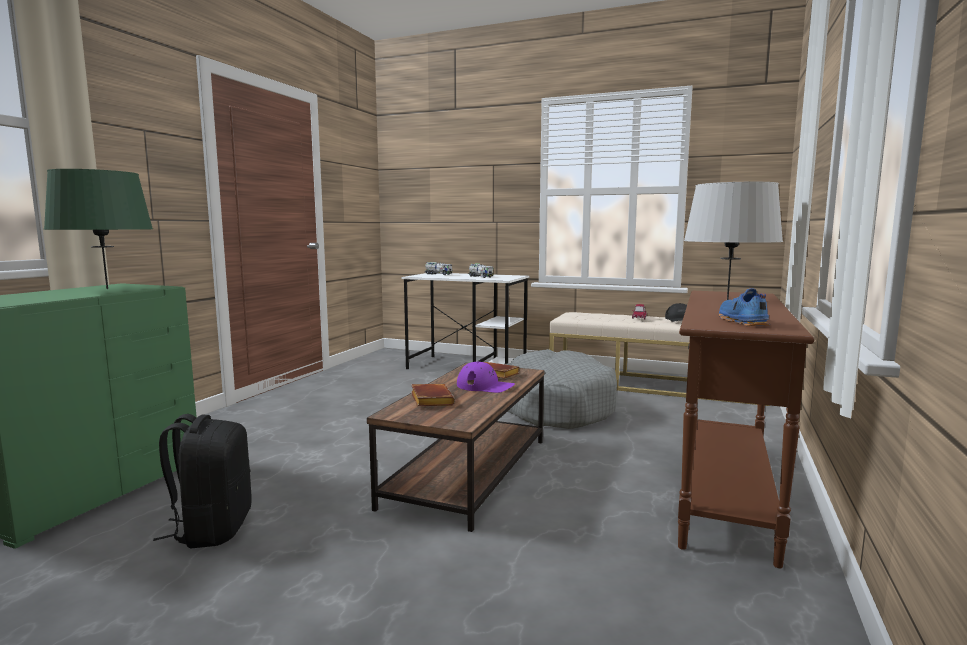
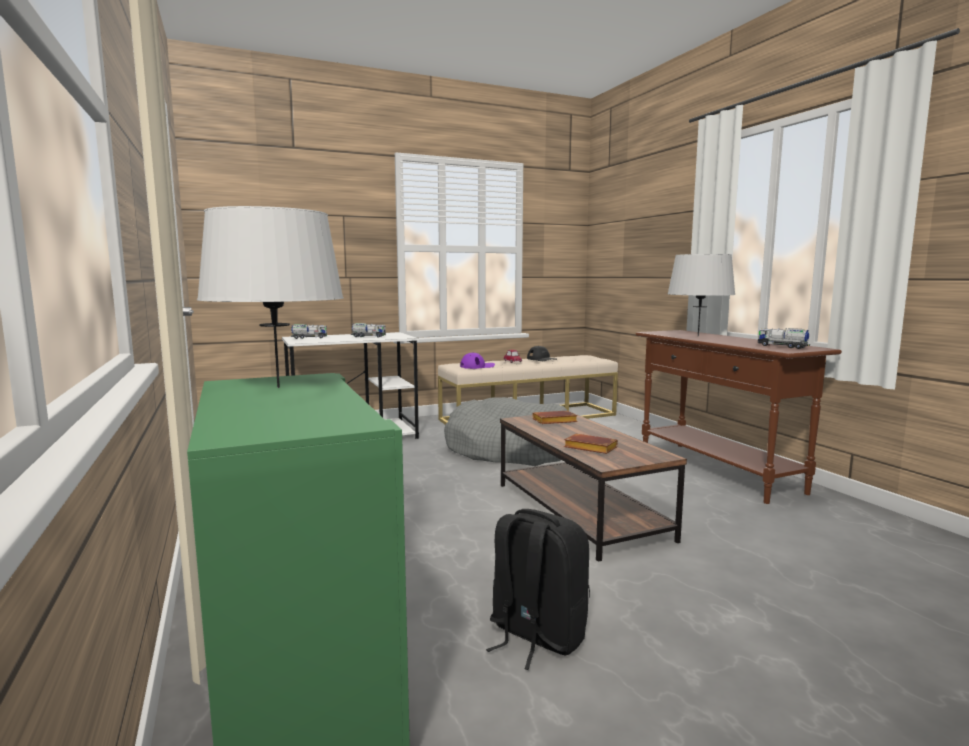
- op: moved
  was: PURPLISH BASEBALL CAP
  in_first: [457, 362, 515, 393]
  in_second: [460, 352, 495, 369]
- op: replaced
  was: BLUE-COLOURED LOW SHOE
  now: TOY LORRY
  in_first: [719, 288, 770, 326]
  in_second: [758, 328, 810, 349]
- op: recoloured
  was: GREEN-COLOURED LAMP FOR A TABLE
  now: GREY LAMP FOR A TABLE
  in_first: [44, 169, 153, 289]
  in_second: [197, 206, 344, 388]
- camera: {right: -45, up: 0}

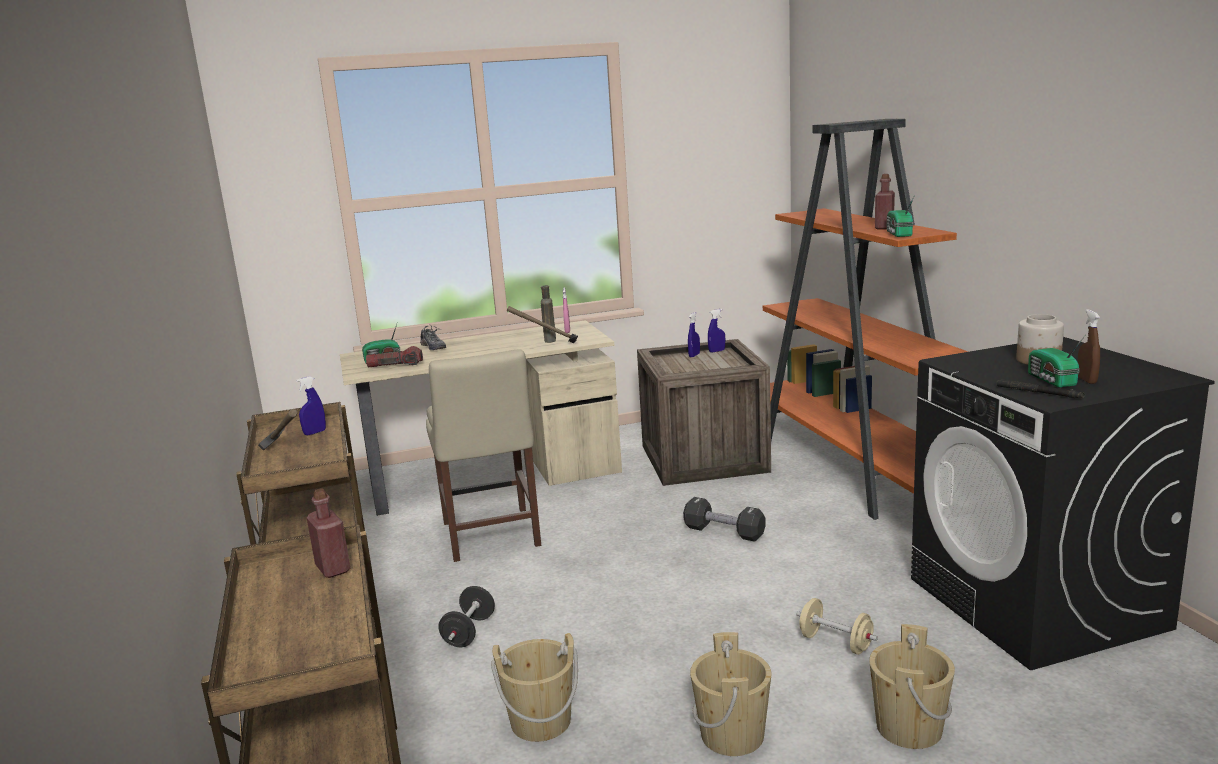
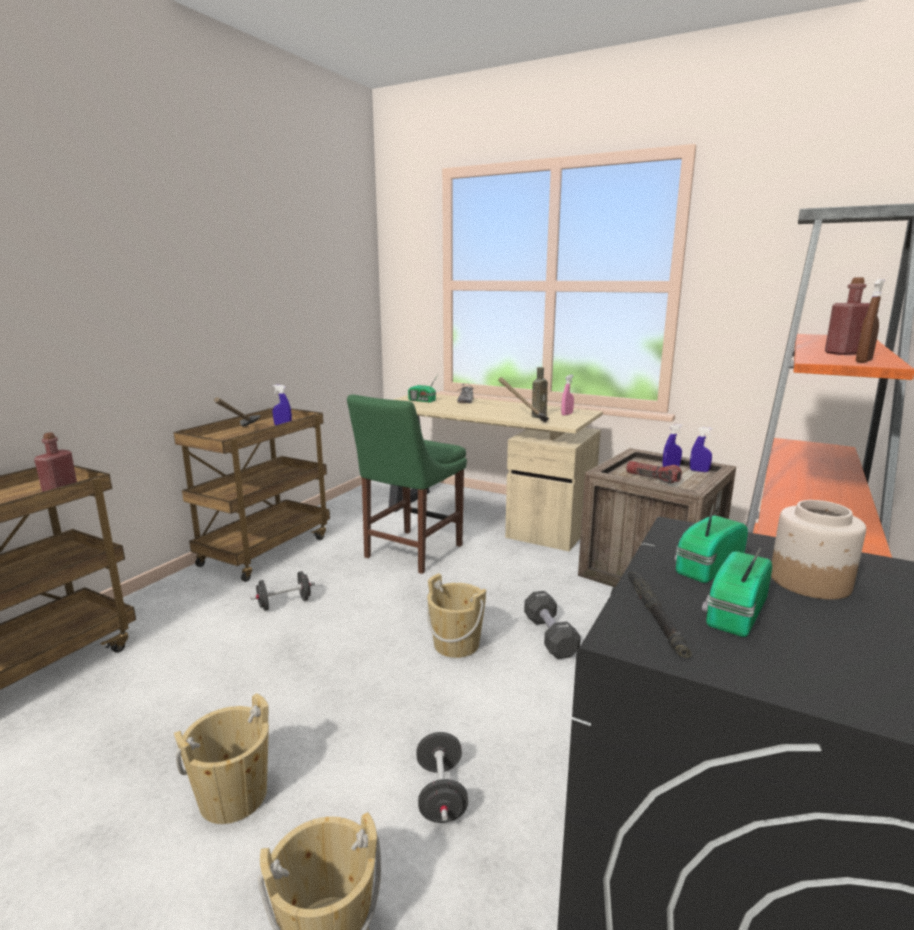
- op: moved
  was: FLASHLIGHT
  in_first: [366, 346, 423, 367]
  in_second: [626, 461, 682, 484]
- op: moved
  was: BEIGE WATER BUCKET
  in_first: [491, 633, 578, 742]
  in_second: [427, 573, 486, 658]
- op: moved
  was: RADIO RECEIVER
  in_first: [887, 195, 915, 237]
  in_second: [675, 504, 748, 583]
- op: moved
  was: BROWN-COLOURED HAND SPRAYER
  in_first: [1077, 309, 1100, 384]
  in_second: [856, 279, 885, 363]
- op: recoloured
  was: BEIGE CHAIR
  now: GREEN-COLOURED CHAIR
  in_first: [426, 349, 541, 562]
  in_second: [347, 394, 467, 574]
- op: recoloured
  was: BEIGE DUMBBELL
  now: BLACK DUMBBELL
  in_first: [797, 598, 878, 655]
  in_second: [416, 732, 468, 823]
- camera: {right: 45, up: 0}

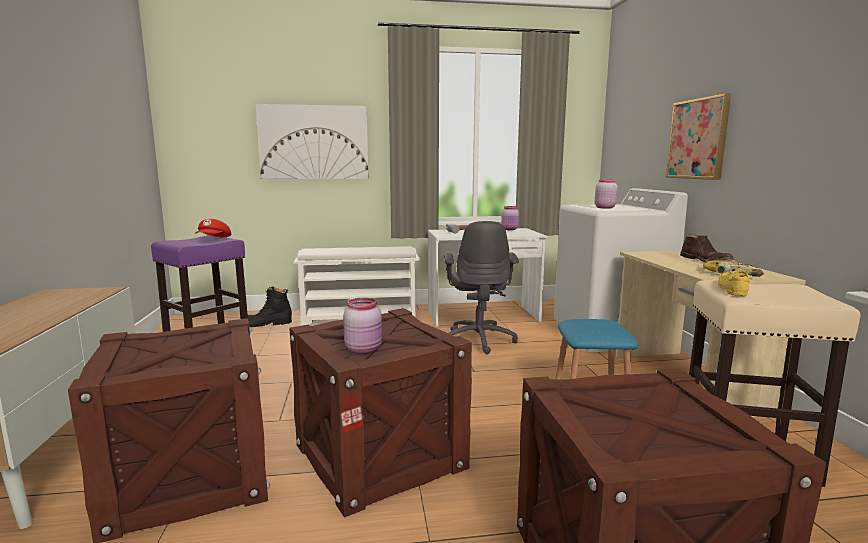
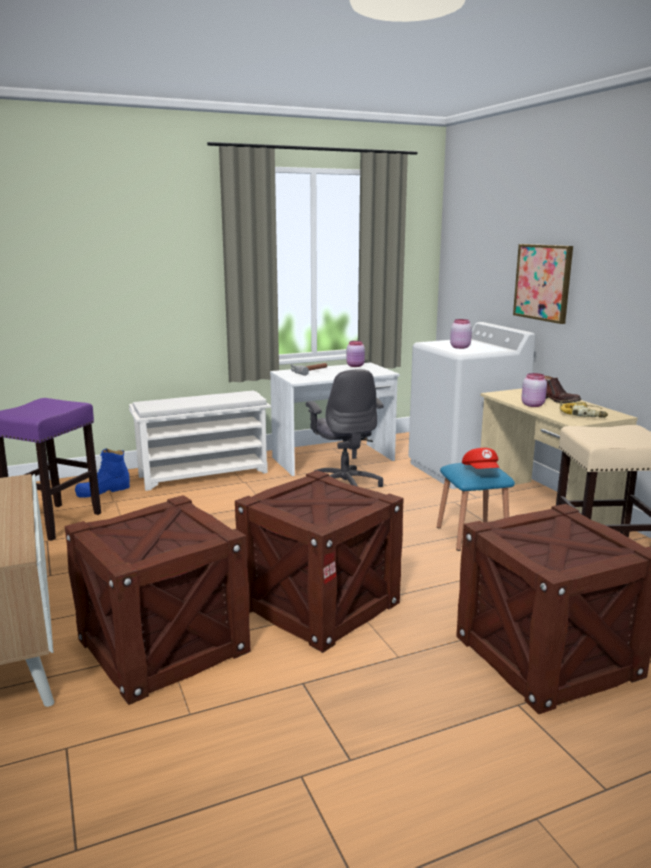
- op: removed
  was: WALL PICTURE
  in_first: [255, 104, 369, 179]
- op: removed
  was: YELLOW-COLOURED LOW SHOE
  in_first: [718, 263, 758, 296]
- op: moved
  was: RED BASEBALL CAP
  in_first: [196, 219, 231, 238]
  in_second: [462, 448, 499, 469]
- op: moved
  was: PINK-COLOURED STORAGE JAR
  in_first: [343, 298, 382, 354]
  in_second: [521, 373, 547, 407]
- op: recoloured
  was: BLACK BOOT
  now: BLUE-COLOURED BOOT
  in_first: [248, 287, 292, 327]
  in_second: [75, 448, 130, 498]
- camera: {right: -15, up: 5}

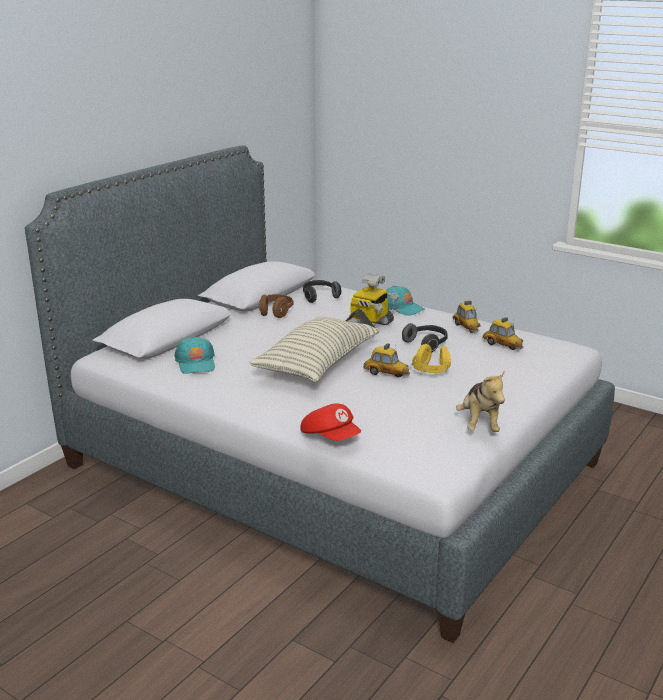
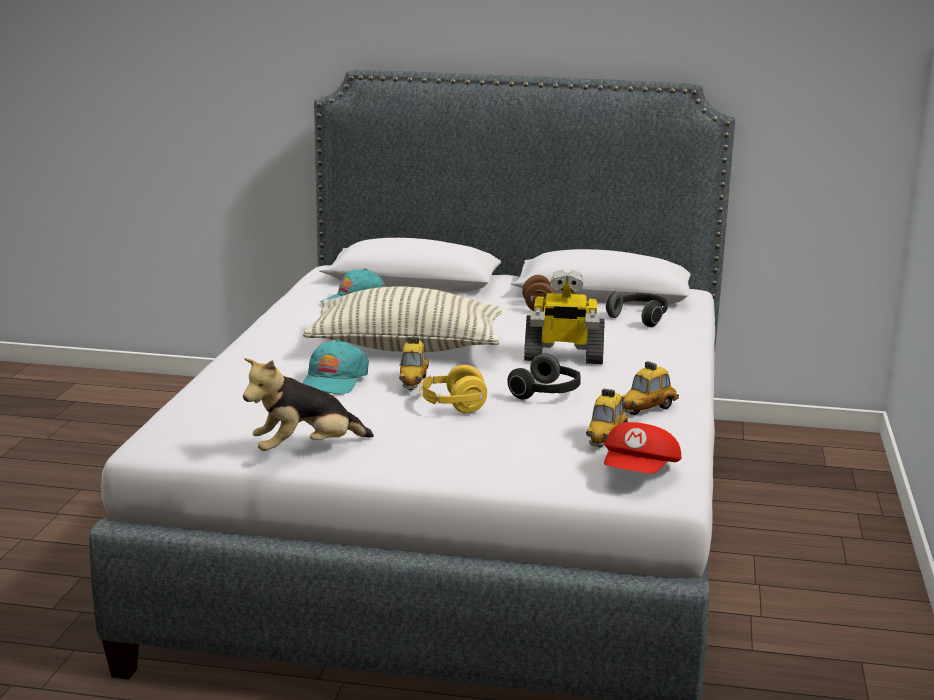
- op: moved
  was: RED BASEBALL CAP
  in_first: [300, 403, 361, 441]
  in_second: [604, 422, 681, 473]
- op: moved
  was: BLUE-GREEN BASEBALL CAP
  in_first: [387, 286, 425, 316]
  in_second: [303, 339, 369, 394]
- camera: {right: 65, up: -5}

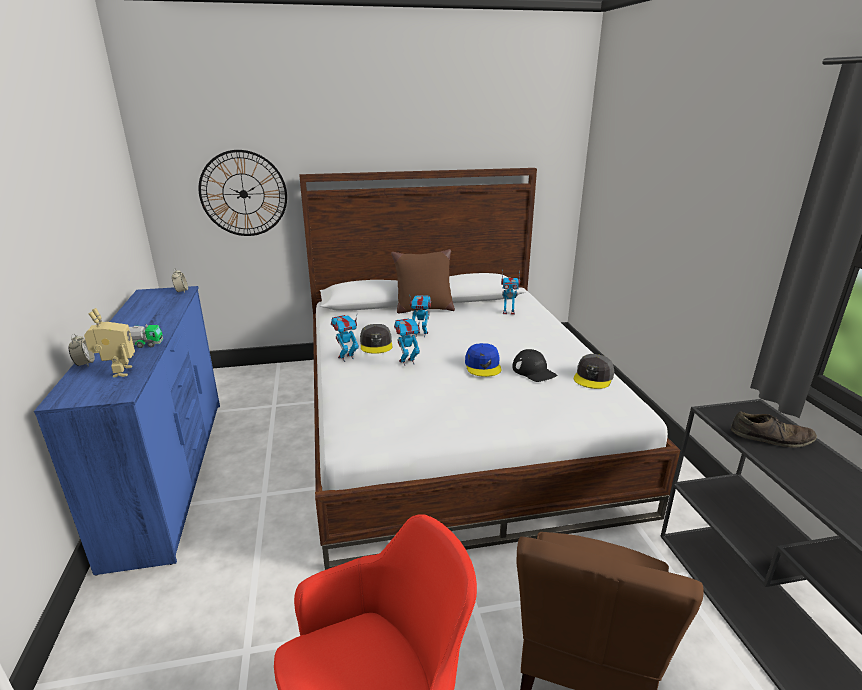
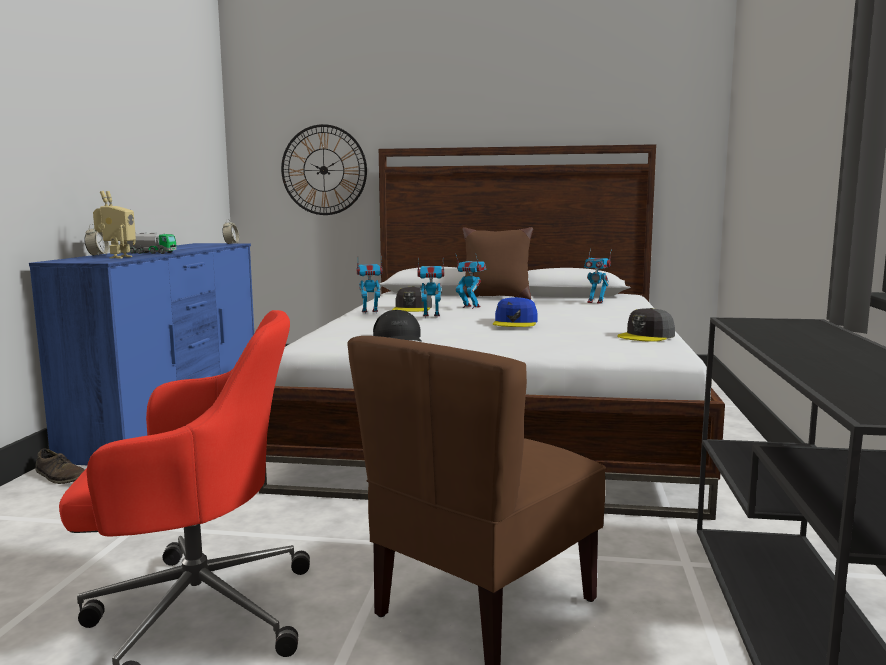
- op: moved
  was: BLACK BASEBALL CAP
  in_first: [512, 349, 557, 382]
  in_second: [373, 310, 422, 342]
- op: moved
  was: BROWN-COLOURED LOW SHOE
  in_first: [731, 411, 817, 448]
  in_second: [36, 448, 85, 484]
- camera: {right: 20, up: -15}

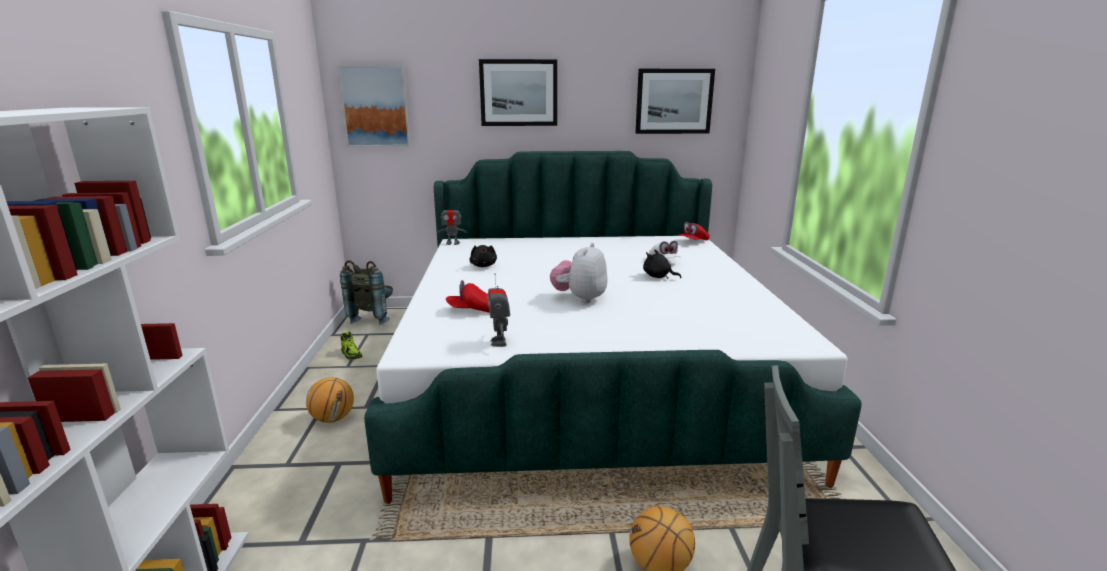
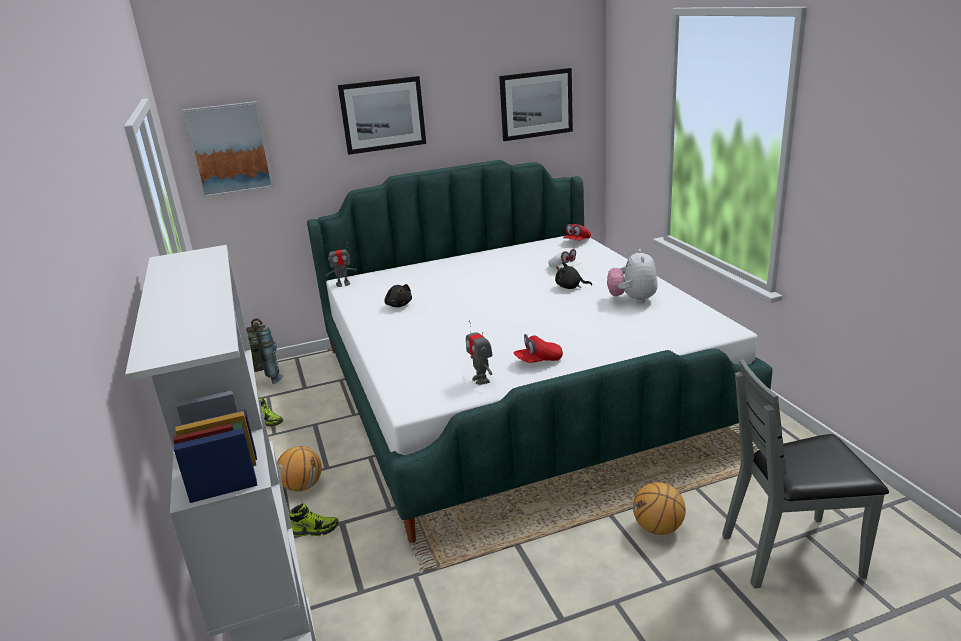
- op: added
  now: LOW SHOE
  in_second: [290, 503, 338, 536]
- op: moved
  was: RED BASEBALL CAP
  in_first: [446, 280, 489, 312]
  in_second: [514, 334, 563, 363]
- op: moved
  was: SOFT TOY
  in_first: [550, 243, 608, 303]
  in_second: [607, 249, 658, 303]
- camera: {right: -15, up: 5}

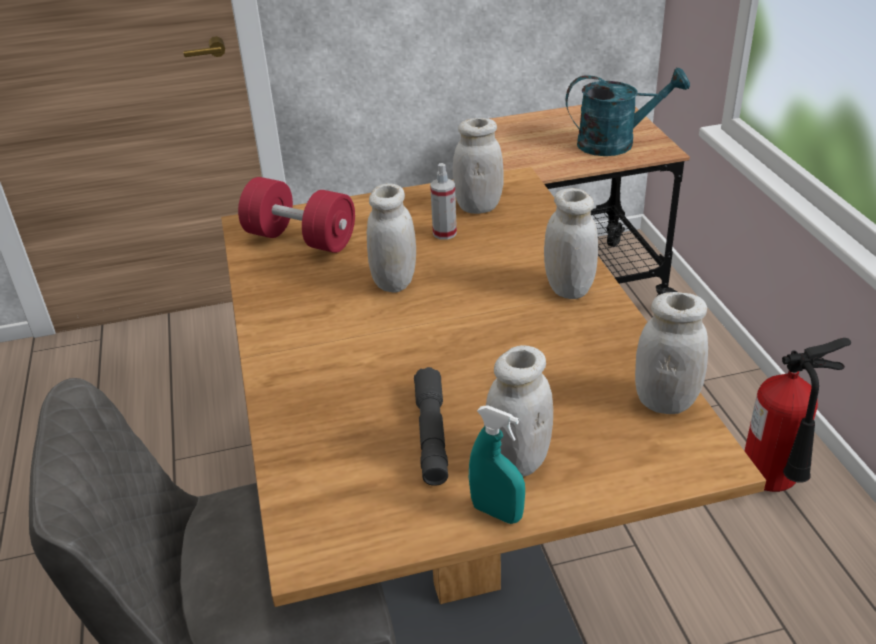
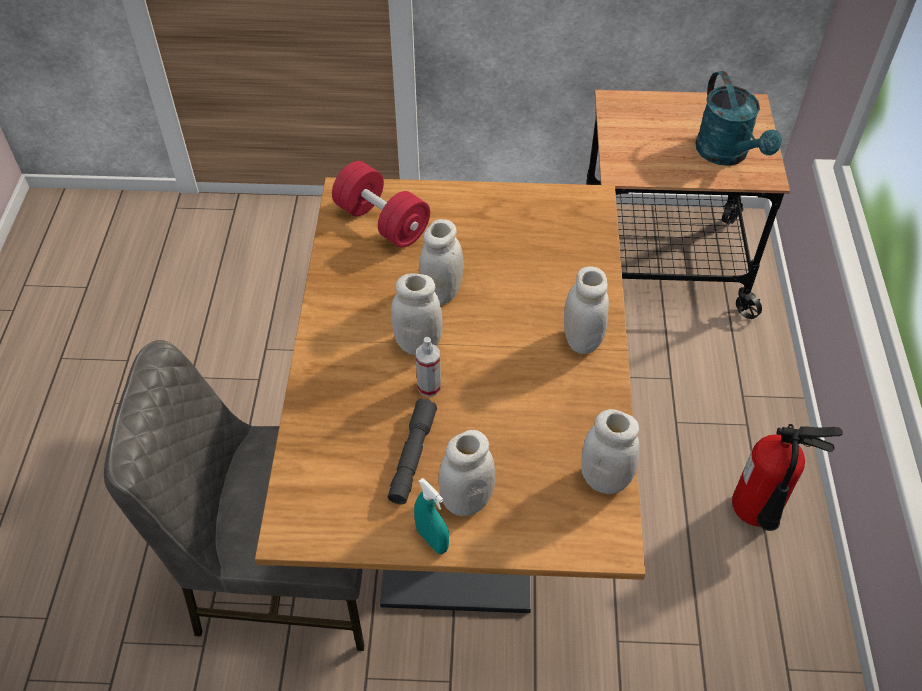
- op: moved
  was: HAND SPRAYER
  in_first: [430, 163, 457, 240]
  in_second: [416, 337, 441, 397]
- op: moved
  was: WHITE-COLOURED STORAGE JAR
  in_first: [453, 118, 504, 214]
  in_second: [391, 273, 443, 355]
- op: turned
  was: BLUE-GREEN WATERING CAN
  in_first: [566, 68, 690, 156]
  in_second: [695, 71, 782, 166]
  clockwise: 60
- camera: {right: 15, up: 15}

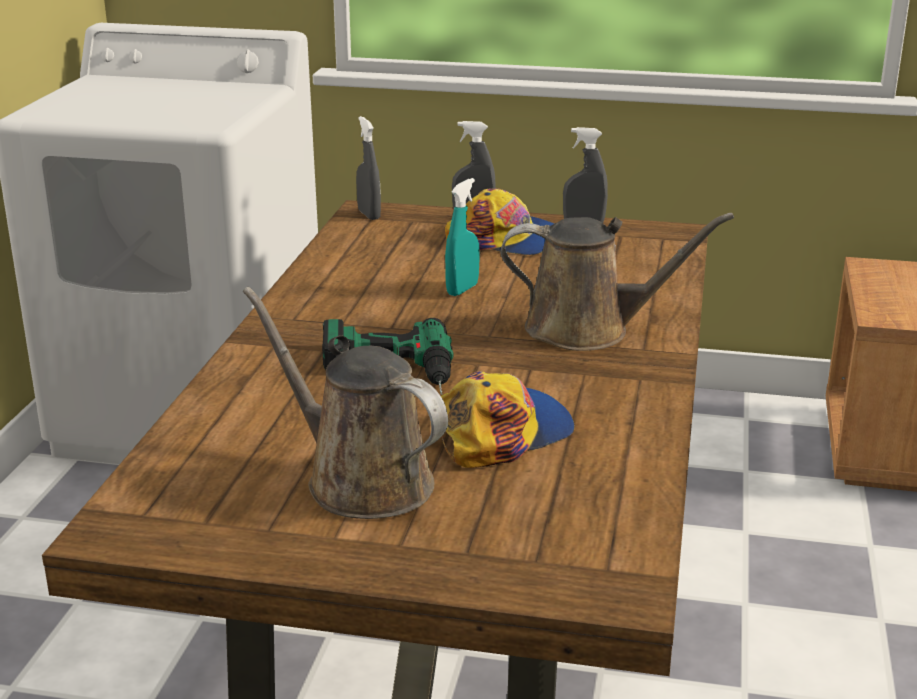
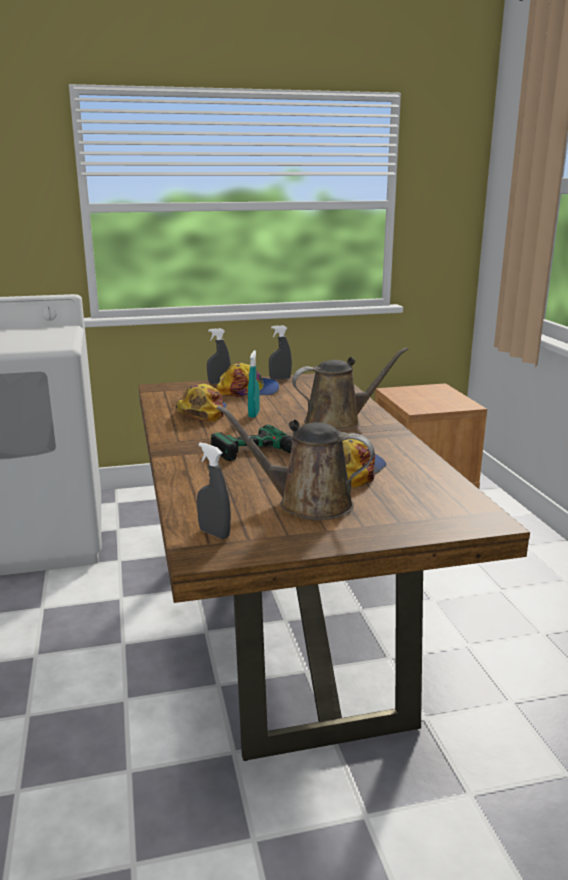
- op: added
  now: BASEBALL CAP
  in_second: [176, 384, 227, 422]
- op: moved
  was: GREY HAND SPRAYER
  in_first: [356, 116, 381, 220]
  in_second: [197, 442, 231, 539]
- camera: {right: -25, up: -5}

